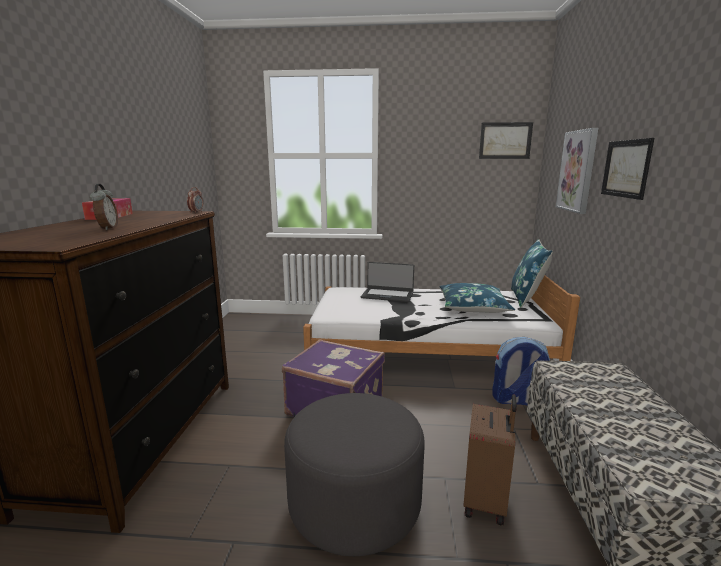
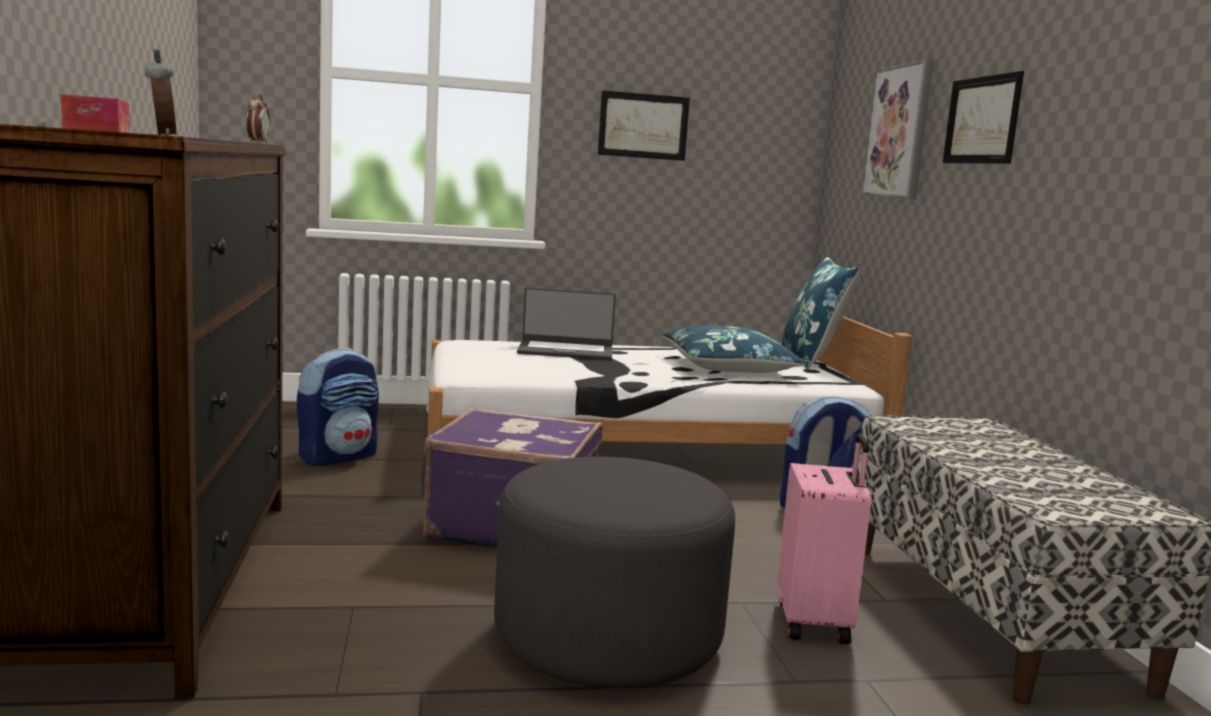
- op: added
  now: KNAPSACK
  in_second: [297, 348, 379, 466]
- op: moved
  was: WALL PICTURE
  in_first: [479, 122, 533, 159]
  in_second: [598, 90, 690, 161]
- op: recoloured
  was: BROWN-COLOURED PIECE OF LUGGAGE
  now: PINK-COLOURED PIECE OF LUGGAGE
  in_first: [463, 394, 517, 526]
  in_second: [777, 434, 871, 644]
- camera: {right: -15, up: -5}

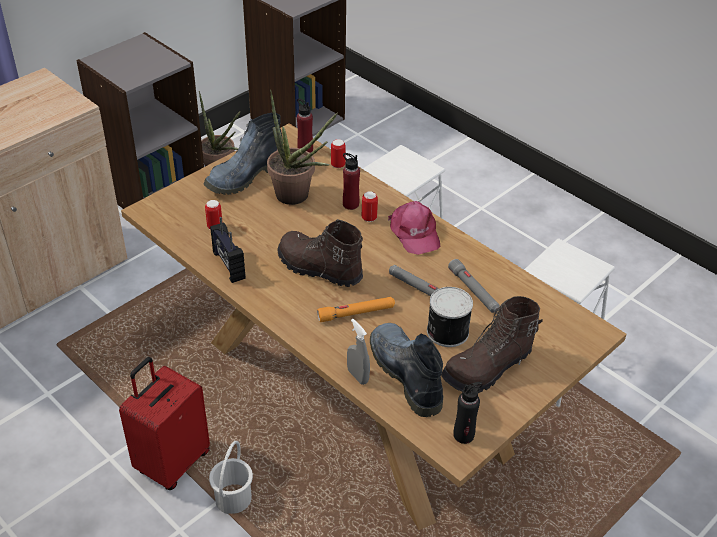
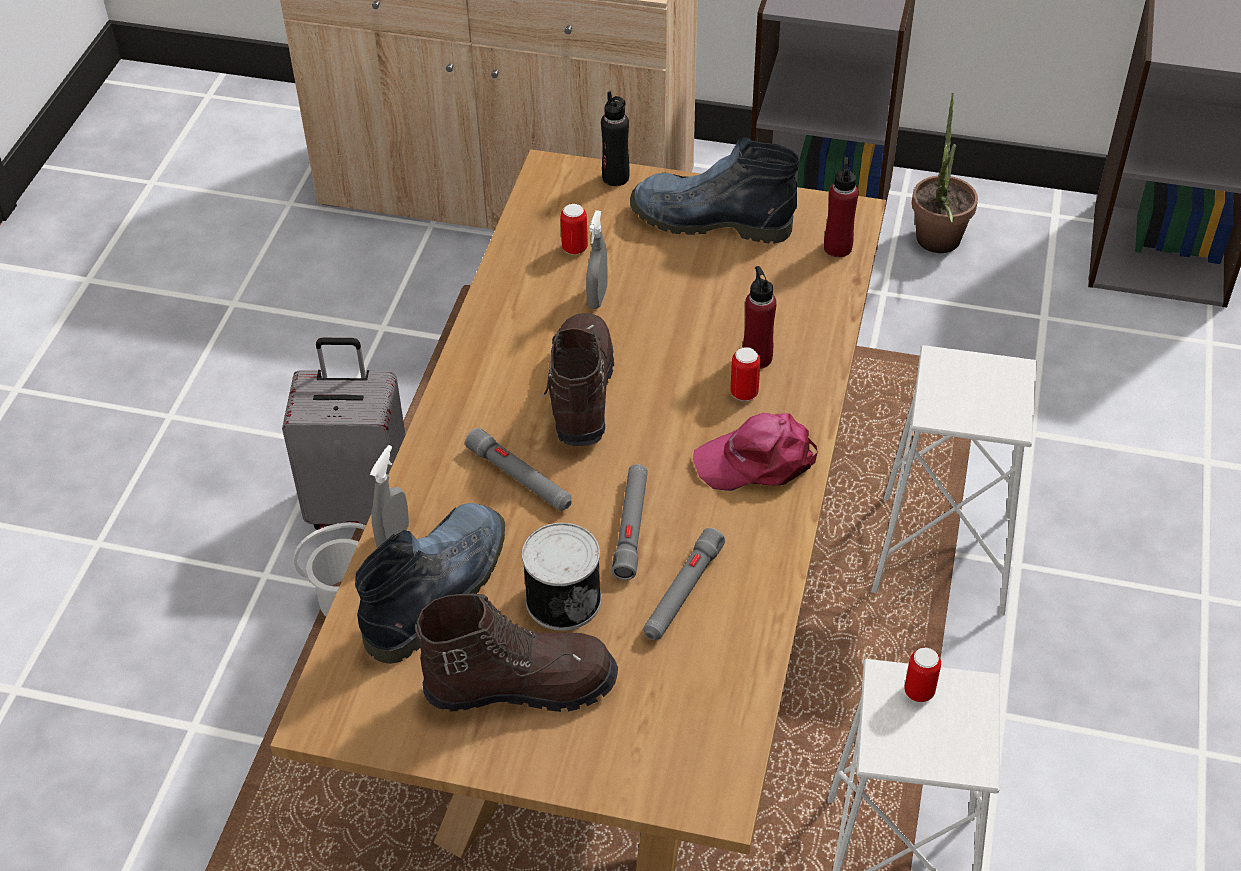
- op: removed
  was: RADIO RECEIVER
  in_first: [210, 217, 246, 283]
- op: removed
  was: POTTED PLANT
  in_first: [267, 90, 338, 205]
- op: added
  now: GREY HAND SPRAYER
  in_second: [586, 210, 608, 309]
- op: moved
  was: METAL CAN
  in_first: [331, 139, 346, 168]
  in_second: [904, 647, 941, 702]
- op: moved
  was: BLACK BEVERAGE BOTTLE
  in_first: [453, 382, 483, 444]
  in_second: [601, 91, 630, 186]
- op: recoloured
  was: RED PIECE OF LUGGAGE
  now: GREY PIECE OF LUGGAGE
  in_first: [119, 357, 210, 490]
  in_second: [282, 338, 406, 530]
- op: recoloured
  was: ORANGE-COLOURED FLASHLIGHT
  now: GREY FLASHLIGHT
  in_first: [317, 297, 395, 322]
  in_second: [465, 428, 572, 511]
- op: turned
  was: PINK-COLOURED BASEBALL CAP
  in_first: [388, 201, 440, 255]
  in_second: [693, 413, 818, 491]
  clockwise: 45
- op: turned
  was: BROWN-COLOURED BOOT
  in_first: [441, 296, 543, 393]
  in_second: [415, 594, 618, 712]
  clockwise: 150
- camera: {right: 60, up: 5}

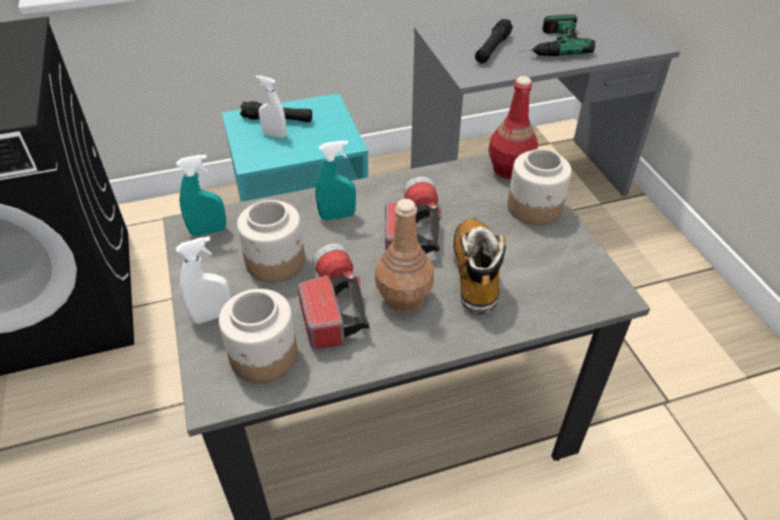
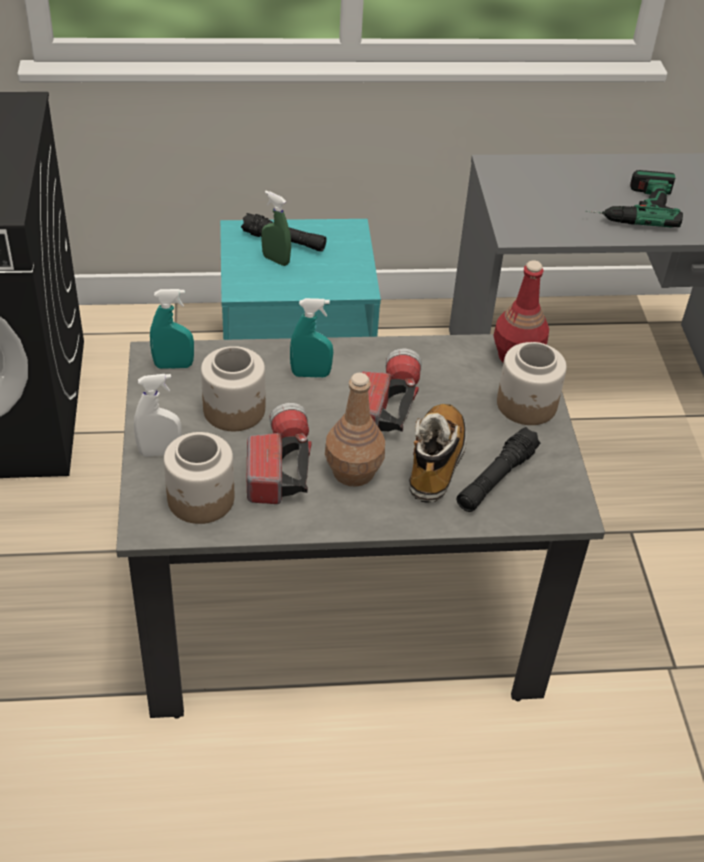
- op: moved
  was: BLACK FLASHLIGHT
  in_first: [475, 19, 513, 64]
  in_second: [457, 427, 540, 512]
- op: recoloured
  was: WHITE-COLOURED HAND SPRAYER
  now: GREEN-COLOURED HAND SPRAYER
  in_first: [256, 76, 286, 138]
  in_second: [261, 191, 291, 266]
- camera: {right: 10, up: 0}

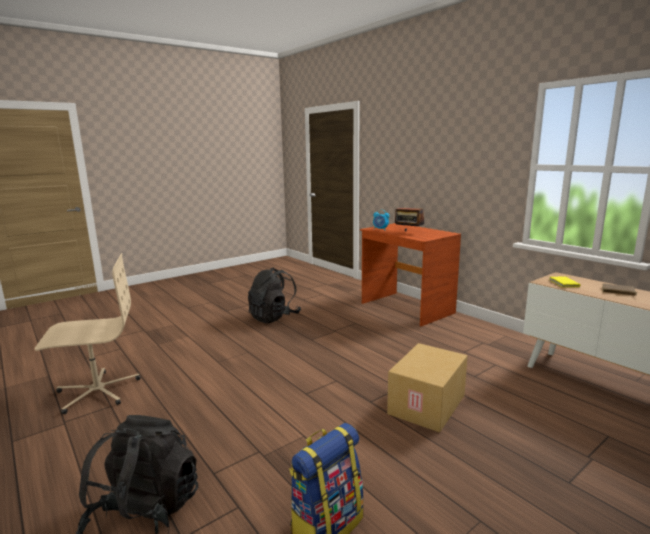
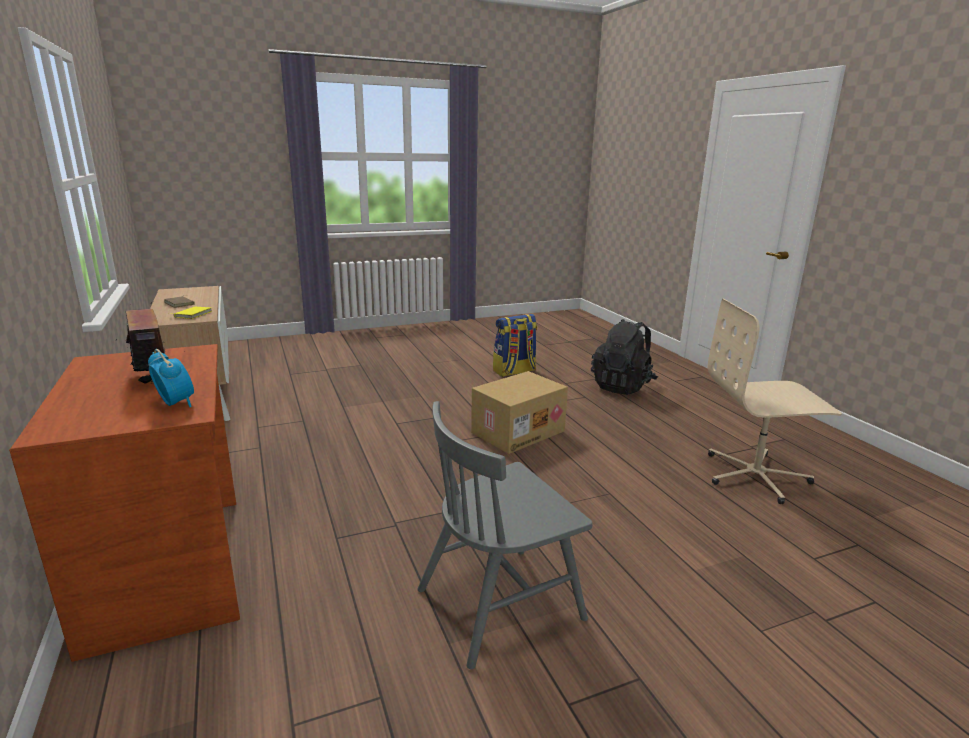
- op: moved
  was: CARDBOARD BOX
  in_first: [387, 343, 468, 433]
  in_second: [471, 371, 568, 454]
- op: replaced
  was: BLACK KNAPSACK
  now: GREY CHAIR
  in_first: [248, 267, 301, 323]
  in_second: [418, 401, 592, 669]
- camera: {right: -165, up: 5}

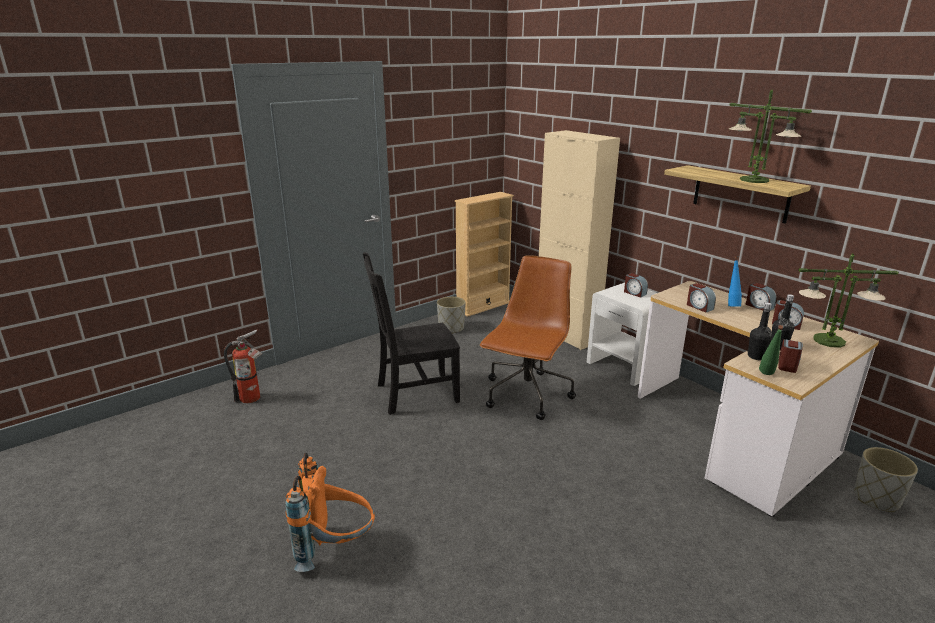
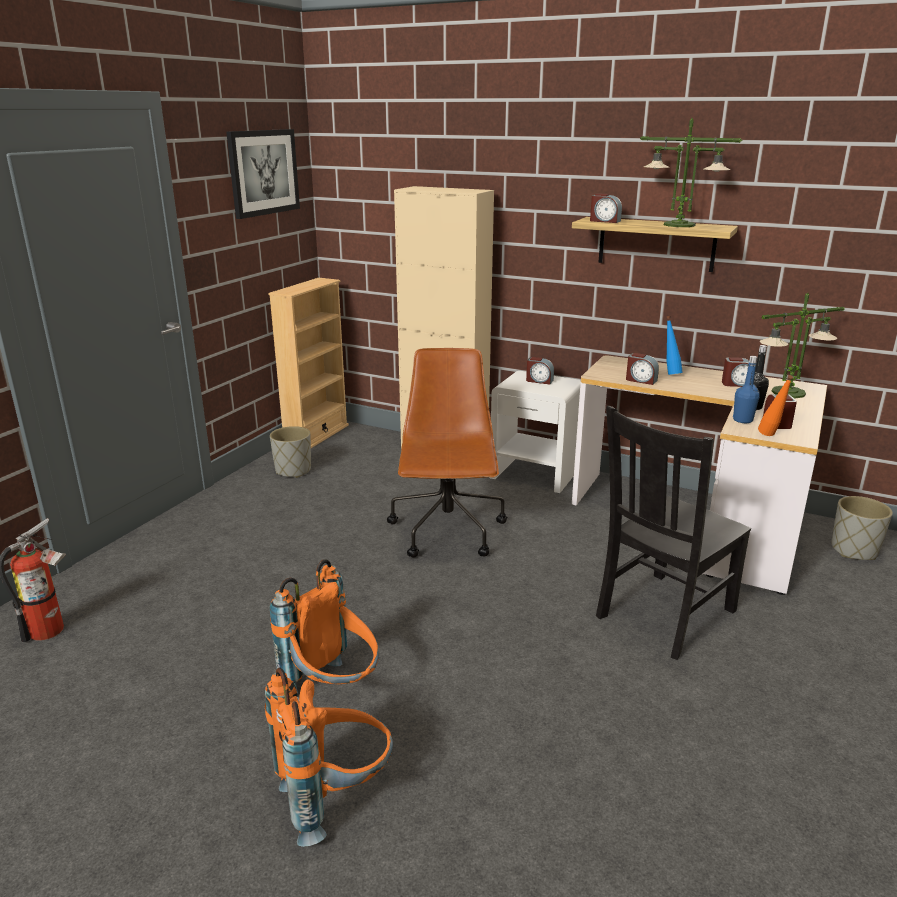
- op: added
  now: WALL PICTURE
  in_second: [226, 129, 300, 219]
- op: added
  now: ORANGE-COLOURED KNAPSACK
  in_second: [270, 559, 379, 694]
- op: moved
  was: BLACK CHAIR
  in_first: [363, 252, 460, 415]
  in_second: [596, 406, 751, 660]
- op: moved
  was: TABLE CLOCK
  in_first: [746, 283, 777, 311]
  in_second: [590, 193, 622, 223]
- op: recoloured
  was: BLACK BEVERAGE BOTTLE
  now: BLUE-COLOURED BEVERAGE BOTTLE
  in_first: [747, 302, 772, 360]
  in_second: [733, 356, 760, 423]
- op: recoloured
  was: GREEN-COLOURED BEVERAGE BOTTLE
  now: ORANGE-COLOURED BEVERAGE BOTTLE
  in_first: [759, 325, 784, 375]
  in_second: [758, 375, 793, 436]
- camera: {right: -25, up: 0}

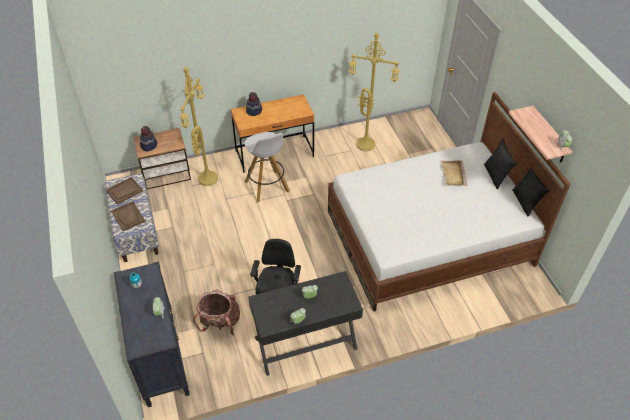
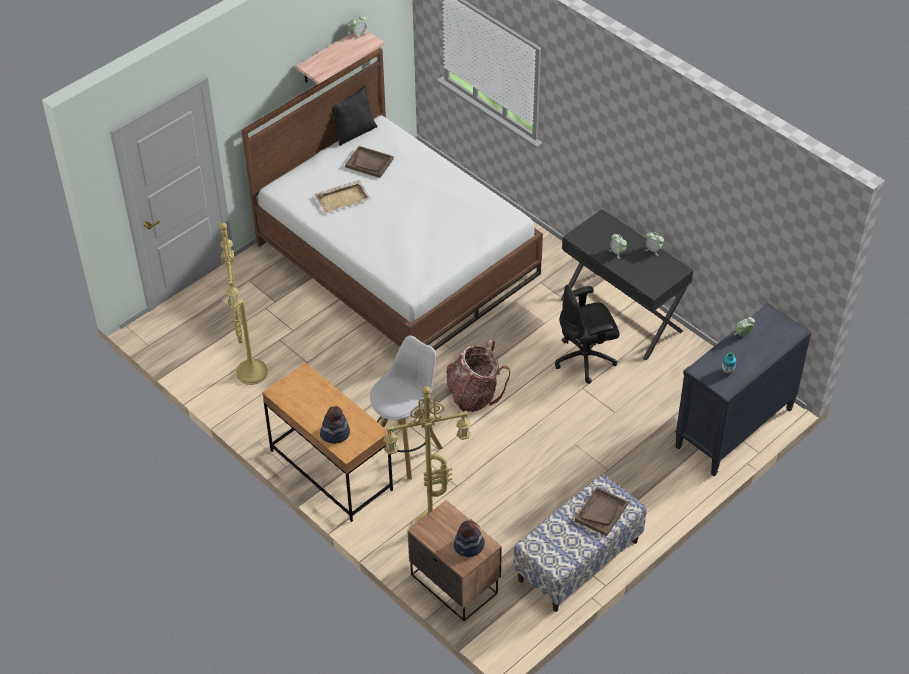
- op: removed
  was: BLACK PILLOW
  in_first: [484, 139, 518, 189]
- op: moved
  was: BROWN-COLOURED CARRYING TRAY
  in_first: [106, 177, 143, 205]
  in_second: [345, 146, 394, 178]
- op: moved
  was: KNAPSACK
  in_first: [193, 289, 240, 335]
  in_second: [446, 339, 510, 412]
- camera: {right: -115, up: 0}

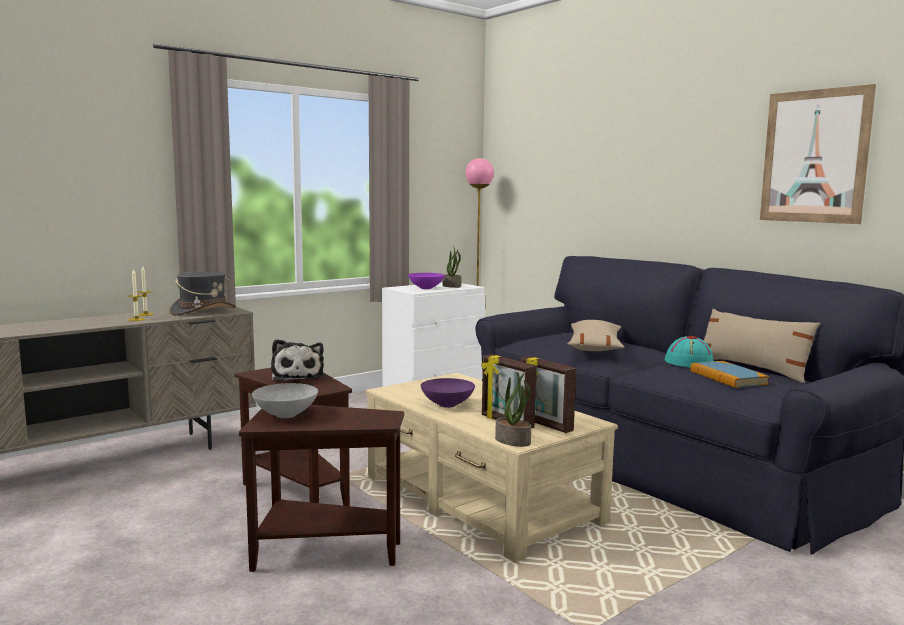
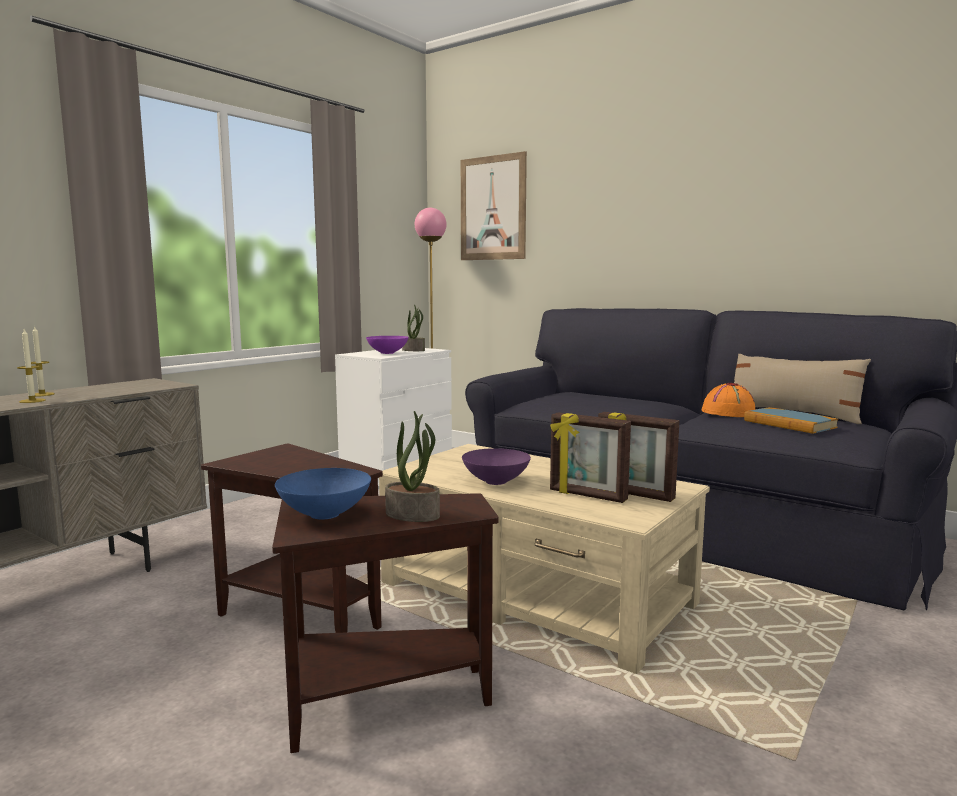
- op: removed
  was: GREY HAT
  in_first: [170, 271, 236, 316]
- op: removed
  was: SOFT TOY
  in_first: [271, 339, 324, 381]
- op: removed
  was: BEIGE PILLOW
  in_first: [568, 320, 624, 351]
- op: moved
  was: POTTED PLANT
  in_first: [495, 372, 531, 447]
  in_second: [385, 411, 440, 522]
- op: moved
  was: WALL PICTURE
  in_first: [760, 84, 876, 224]
  in_second: [461, 151, 527, 260]
- op: recoloured
  was: GREY BOWL
  now: BLUE-COLOURED BOWL
  in_first: [252, 383, 318, 418]
  in_second: [275, 468, 371, 519]
- op: recoloured
  was: BLUE-GREEN HAT
  now: ORANGE-COLOURED HAT
  in_first: [665, 336, 714, 368]
  in_second: [702, 383, 755, 417]
- camera: {right: -15, up: 0}

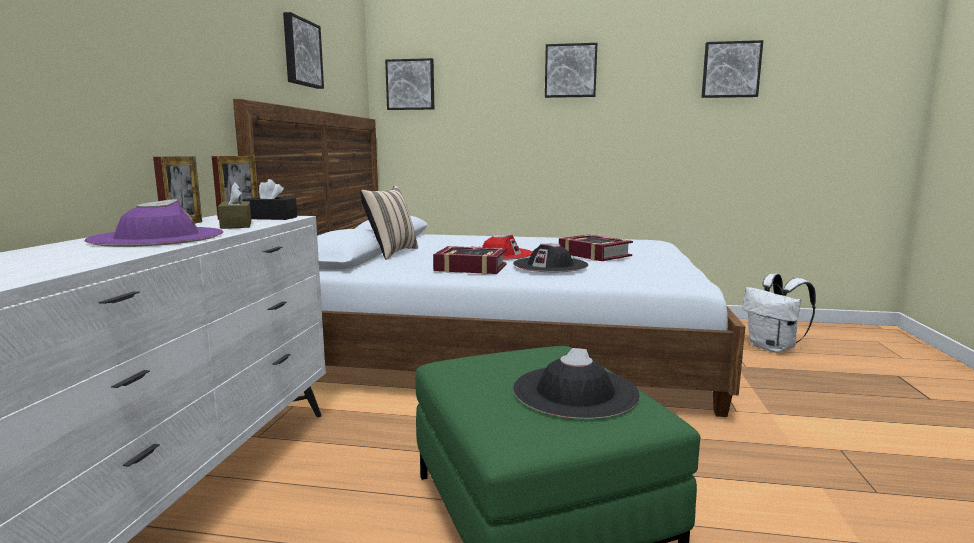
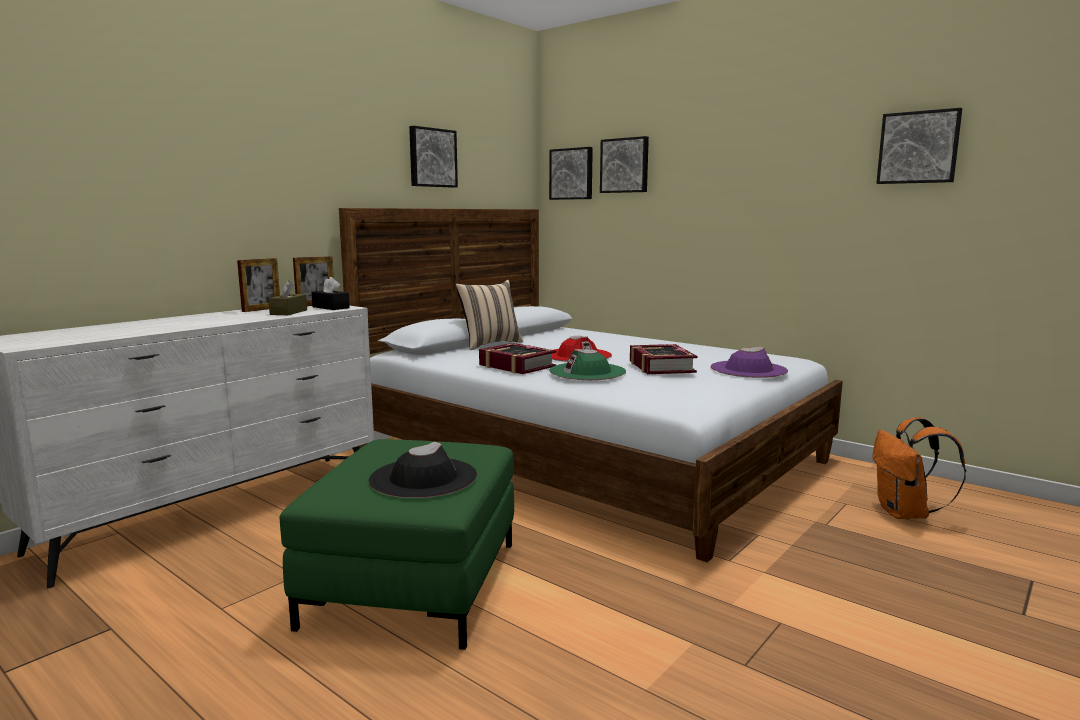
- op: moved
  was: PURPLISH HAT
  in_first: [85, 199, 223, 247]
  in_second: [711, 346, 788, 378]
- op: moved
  was: WALL PICTURE
  in_first: [545, 43, 597, 98]
  in_second: [600, 136, 649, 193]
- op: recoloured
  was: BLACK HAT
  now: GREEN-COLOURED HAT
  in_first: [513, 243, 588, 272]
  in_second: [549, 349, 626, 380]
- op: recoloured
  was: WHITE-COLOURED KNAPSACK
  now: ORANGE-COLOURED KNAPSACK
  in_first: [742, 273, 816, 353]
  in_second: [872, 417, 966, 519]
- camera: {right: 30, up: 0}

